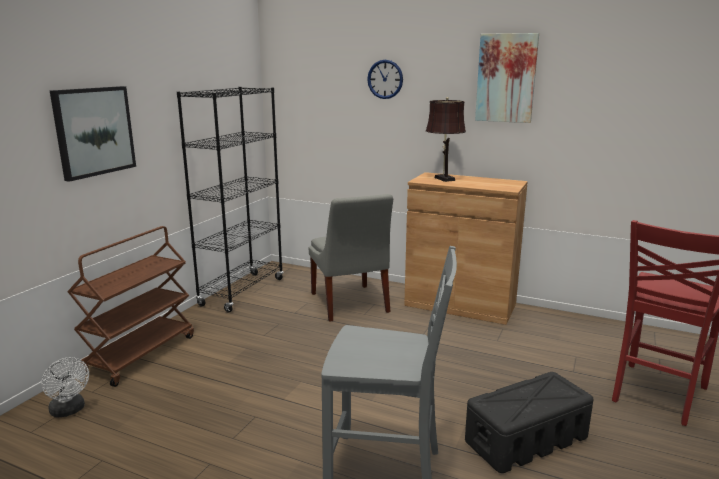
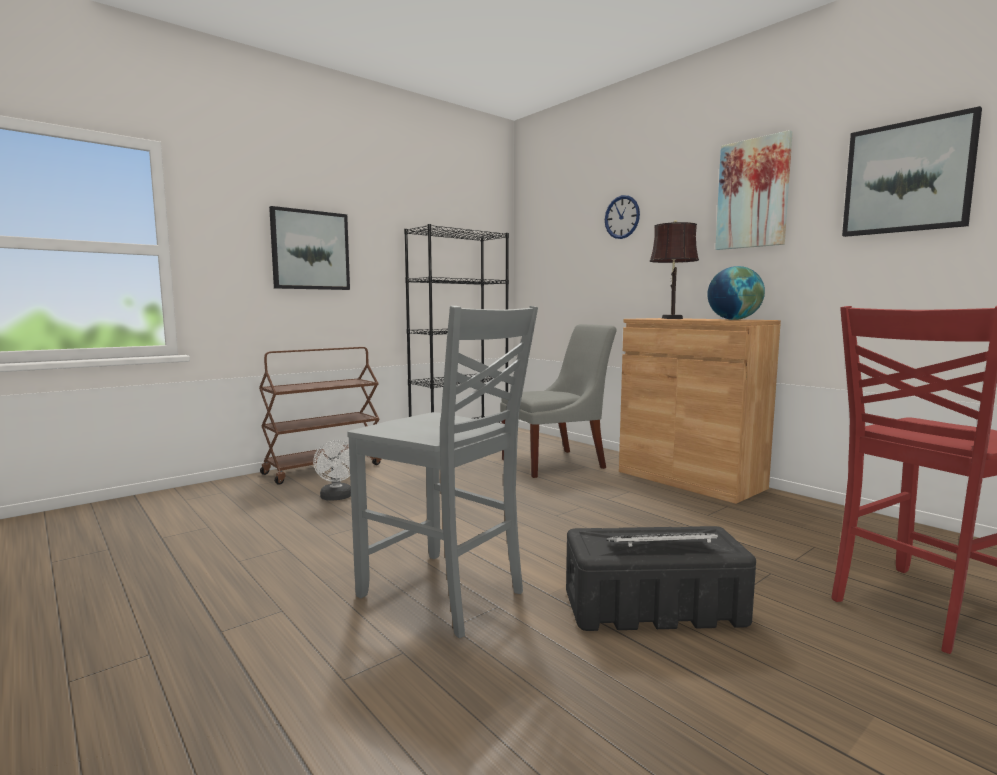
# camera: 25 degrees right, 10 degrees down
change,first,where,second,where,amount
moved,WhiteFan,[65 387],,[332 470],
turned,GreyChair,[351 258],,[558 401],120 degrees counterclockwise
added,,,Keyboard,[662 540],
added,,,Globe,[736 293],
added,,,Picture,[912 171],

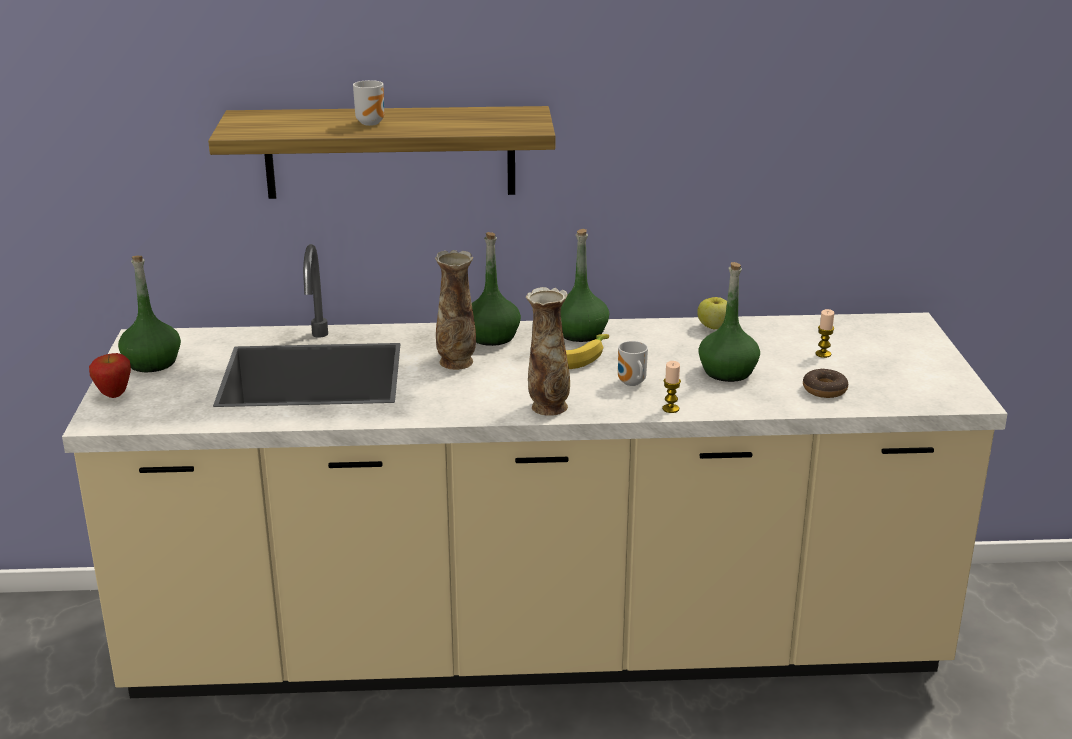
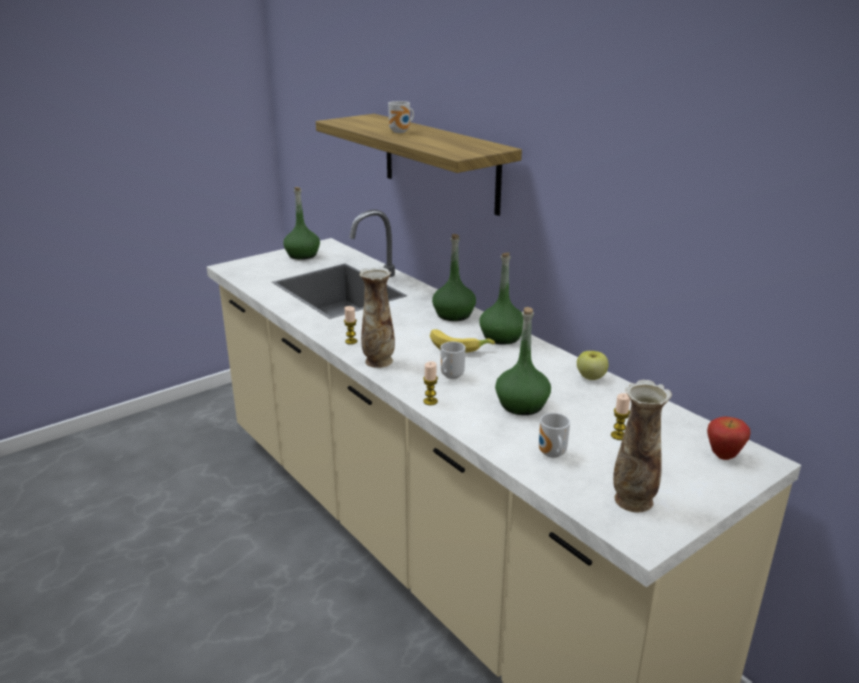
# camera: 55 degrees right, 0 degrees up
change,first,where,second,where,amount
added,,,Candle,[350 325],
replaced,Donut,[825 383],Mug,[554 435],
moved,Vase,[455 310],,[642 446],
moved,Apple,[110 375],,[729 438],

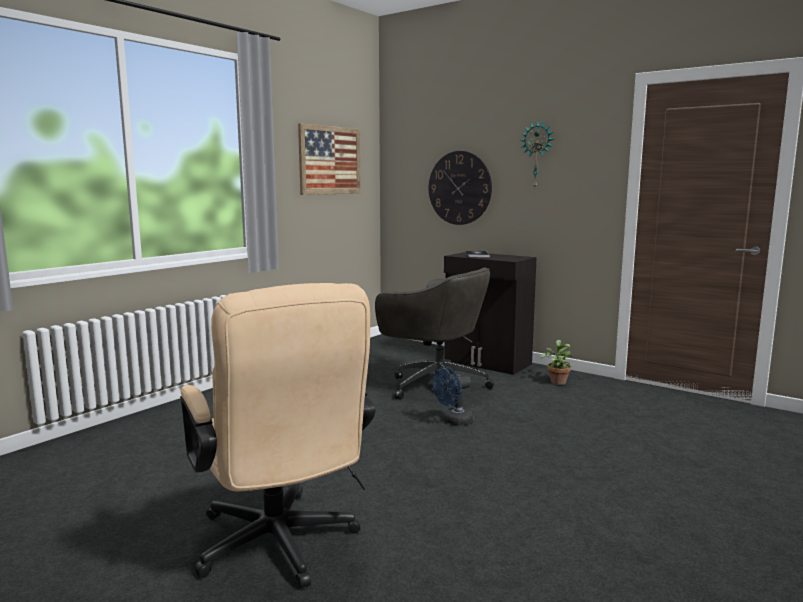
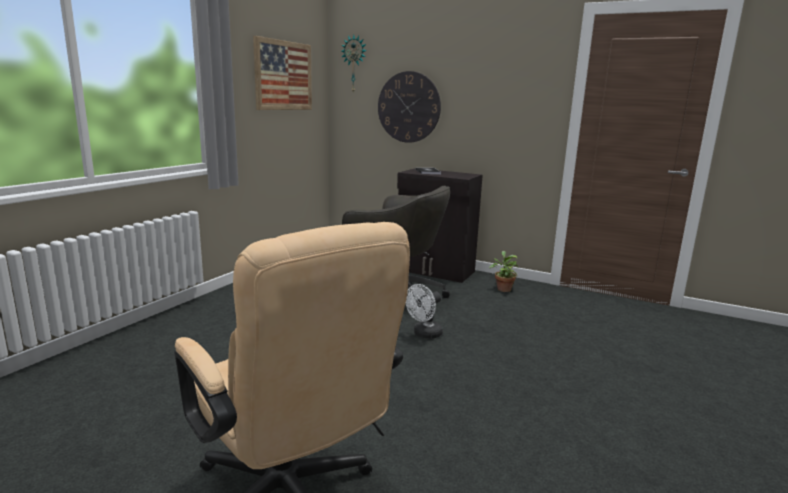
# camera: 10 degrees left, 5 degrees up
change,first,where,second,where,amount
moved,WallClock,[537 154],,[354 63],
recoloured,BlueFan,[453 396],WhiteFan,[424 311],

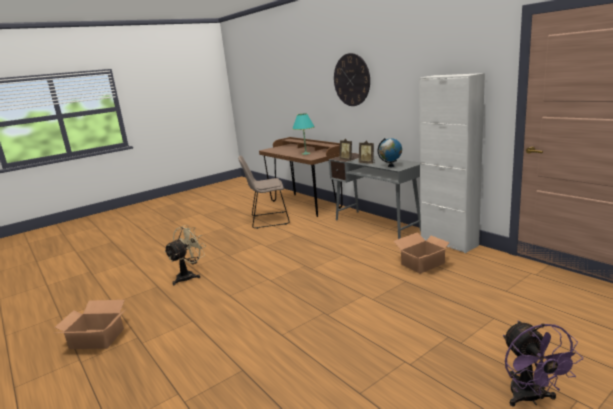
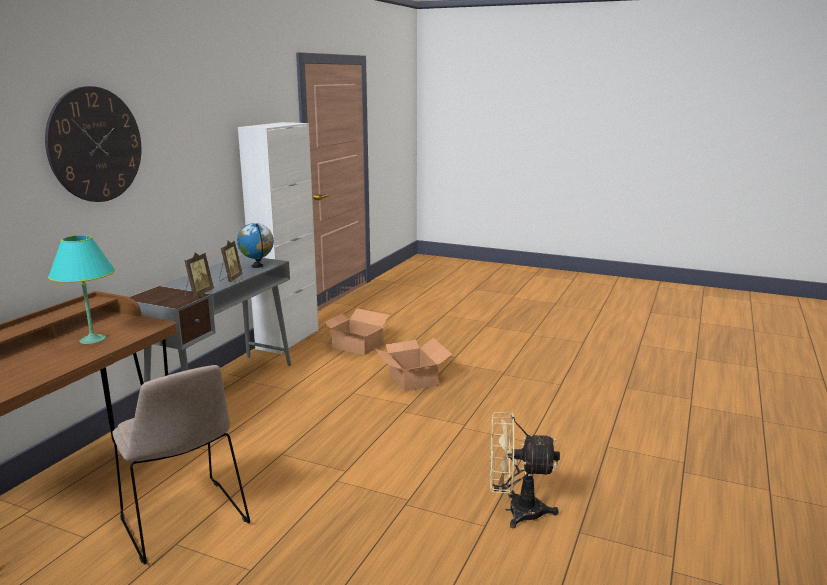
# camera: 120 degrees left, 0 degrees up
change,first,where,second,where,amount
moved,CardboardBox,[90 324],,[413 364],
removed,PurpleFan,[543 363],,,

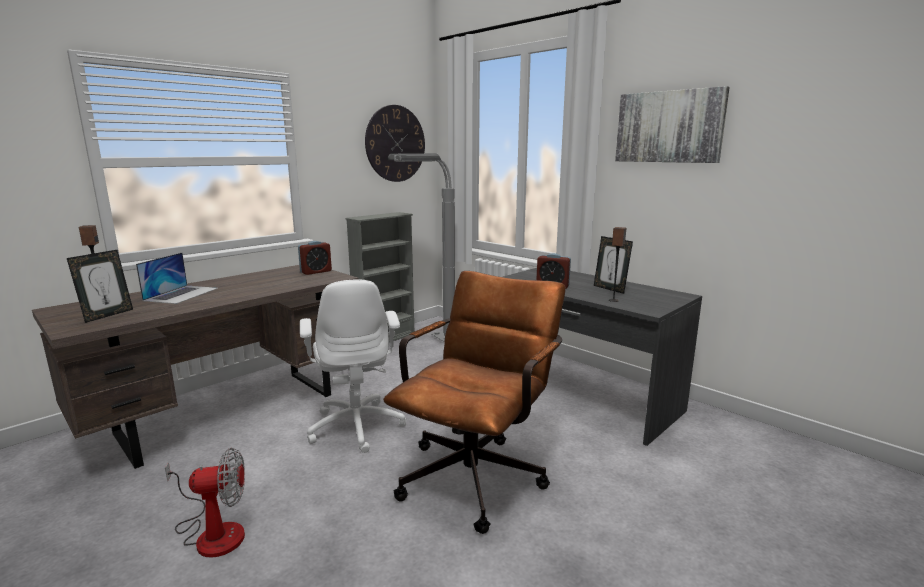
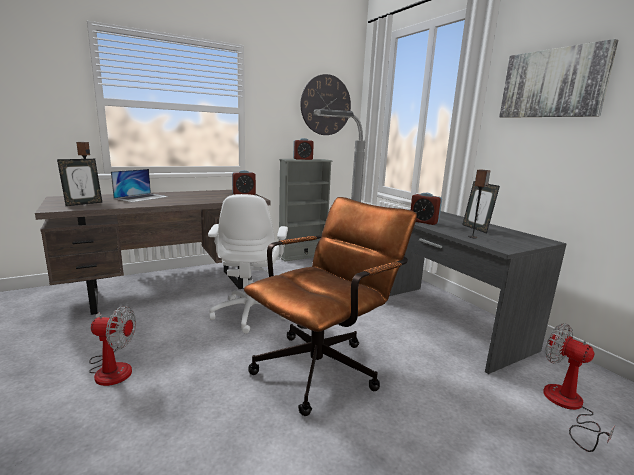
# camera: 15 degrees right, 0 degrees up
change,first,where,second,where,amount
added,,,AlarmClock,[303 149],
added,,,Fan,[579 388],

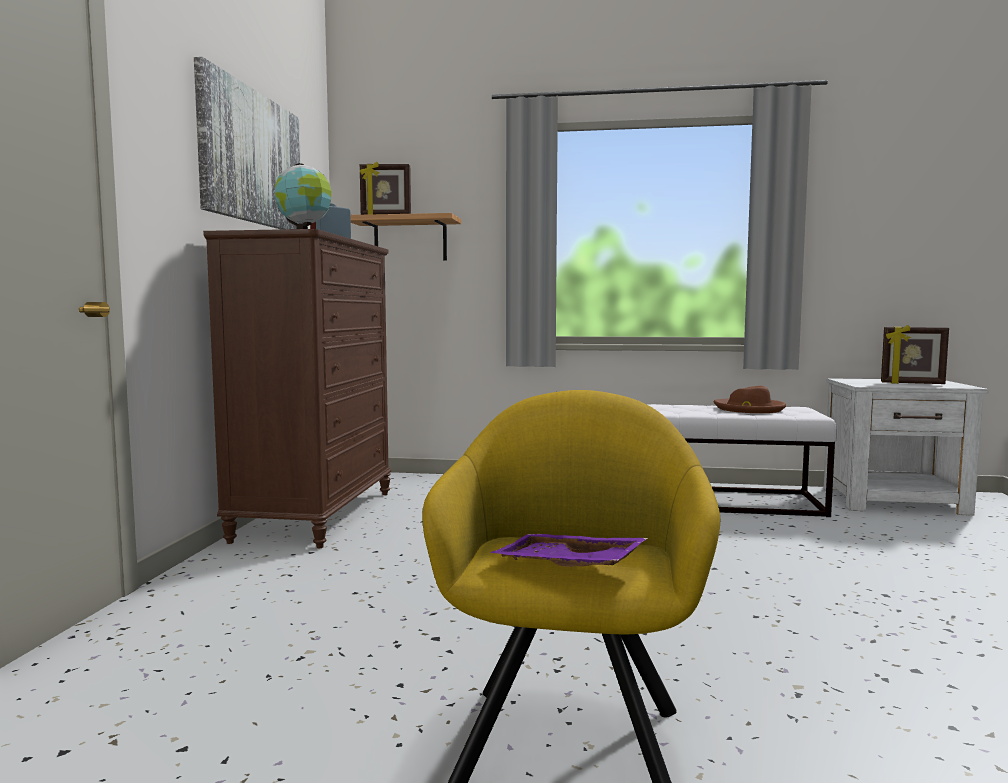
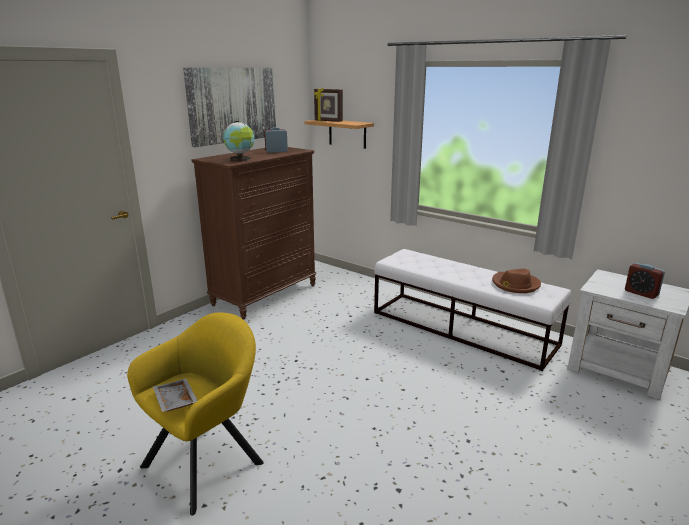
# camera: 30 degrees right, 15 degrees up
change,first,where,second,where,amount
recoloured,PurpleTray,[569 550],GreyTray,[175 395],
replaced,PictureFrame,[915 354],AlarmClock,[645 281],

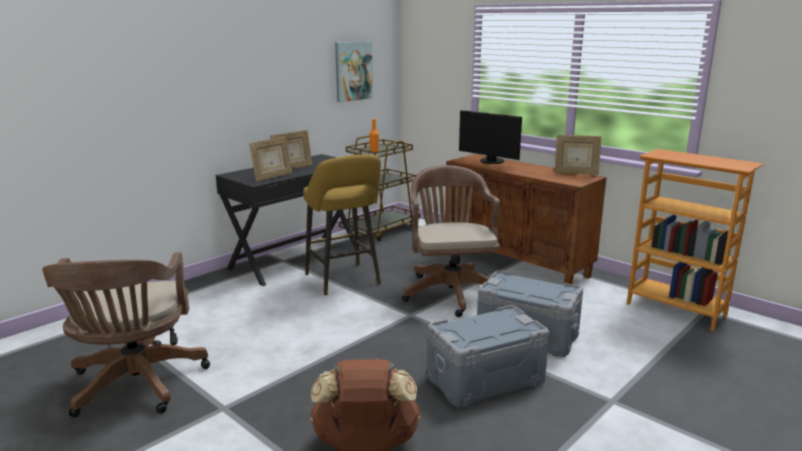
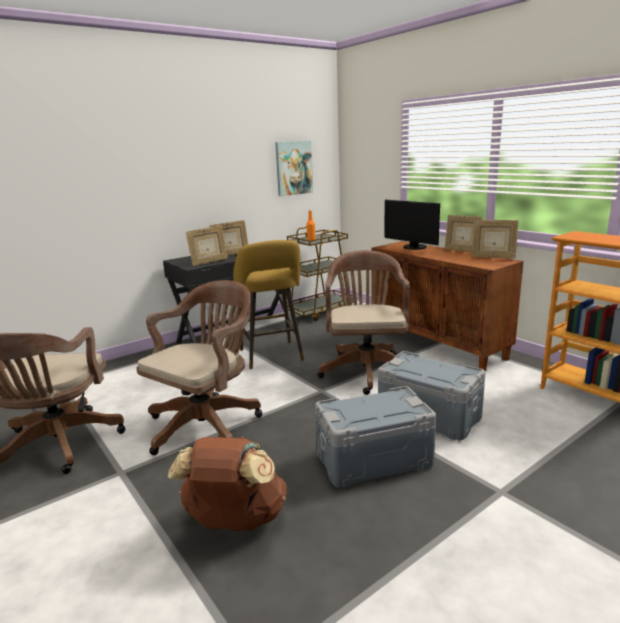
# camera: 10 degrees right, 0 degrees up
change,first,where,second,where,amount
added,,,BrownOfficeChair,[199 367],
added,,,PictureFrame,[463 234],

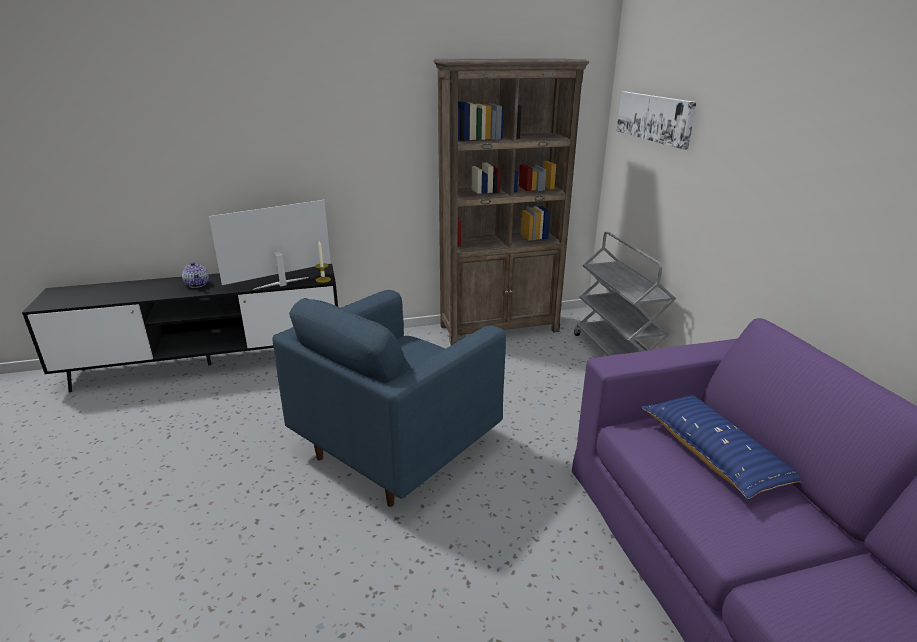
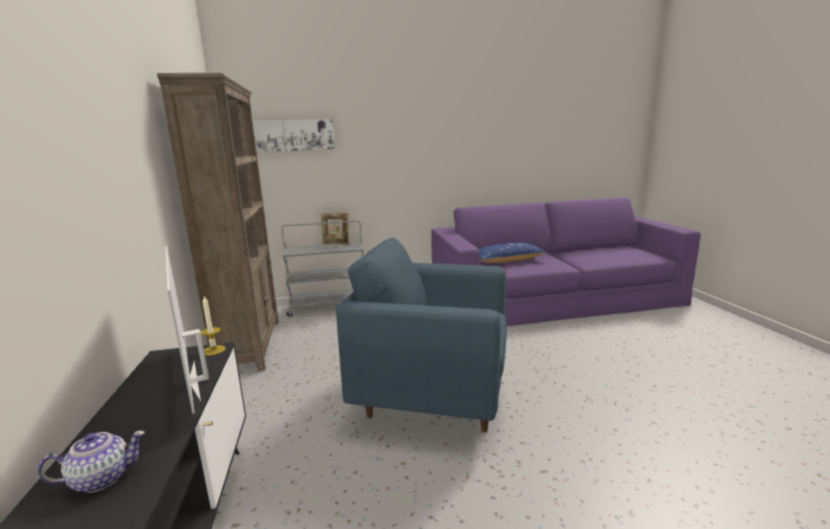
# camera: 85 degrees left, 10 degrees down
change,first,where,second,where,amount
added,,,PictureFrame,[335 229],
turned,BlueArmchair,[389 398],,[421 334],150 degrees clockwise

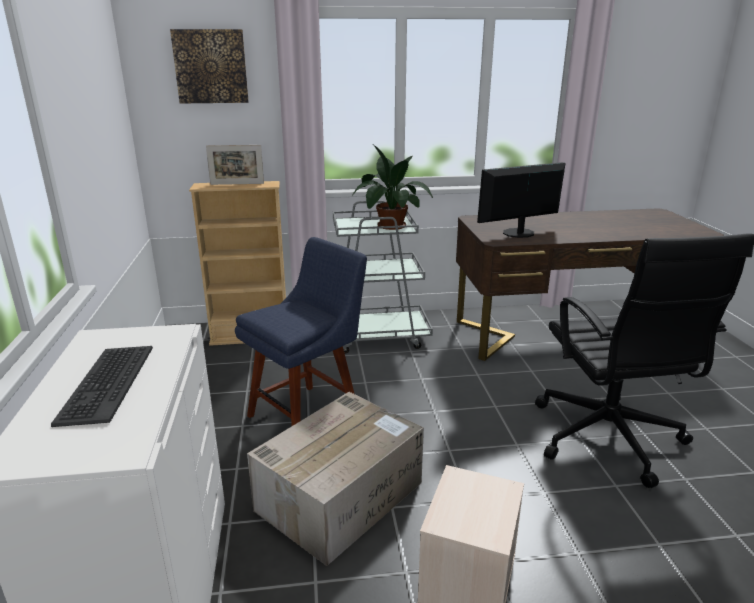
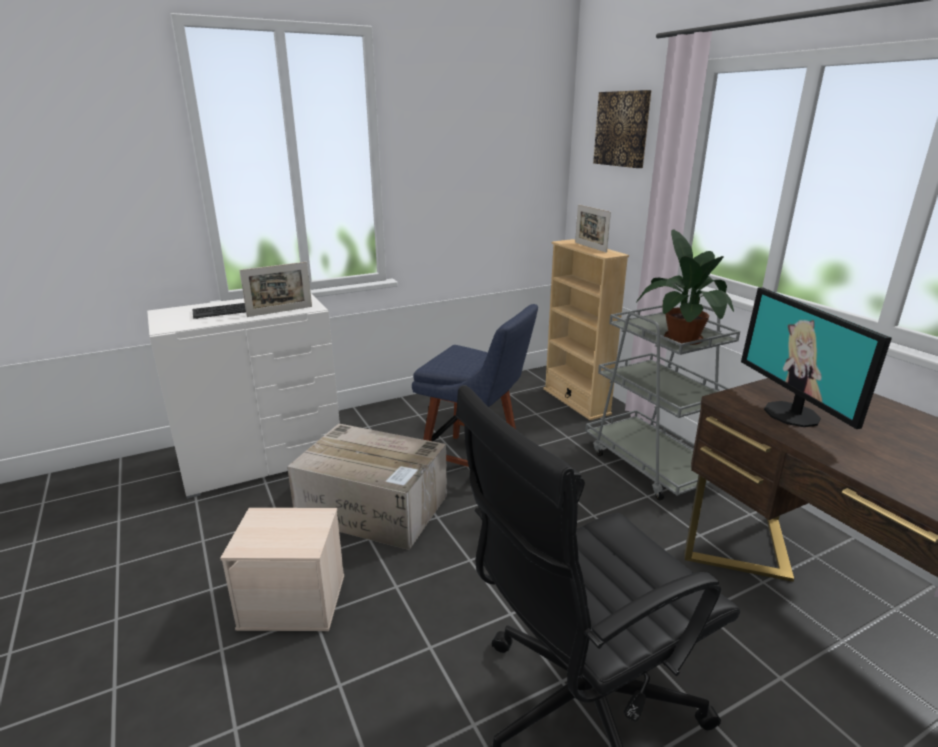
# camera: 70 degrees right, 0 degrees up
change,first,where,second,where,amount
added,,,PictureFrame,[275 289],
turned,Monitor,[521 200],,[816 358],150 degrees counterclockwise

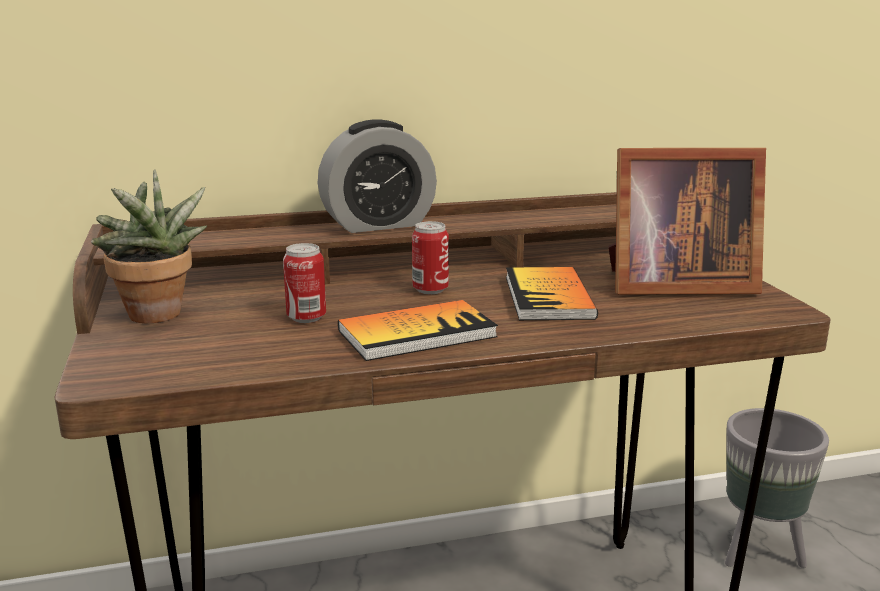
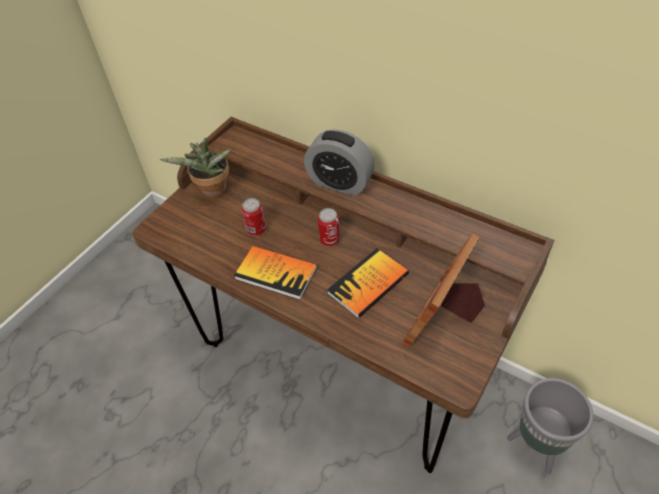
# camera: 50 degrees right, 30 degrees up
change,first,where,second,where,amount
turned,PictureFrame,[687 221],,[443 290],75 degrees clockwise

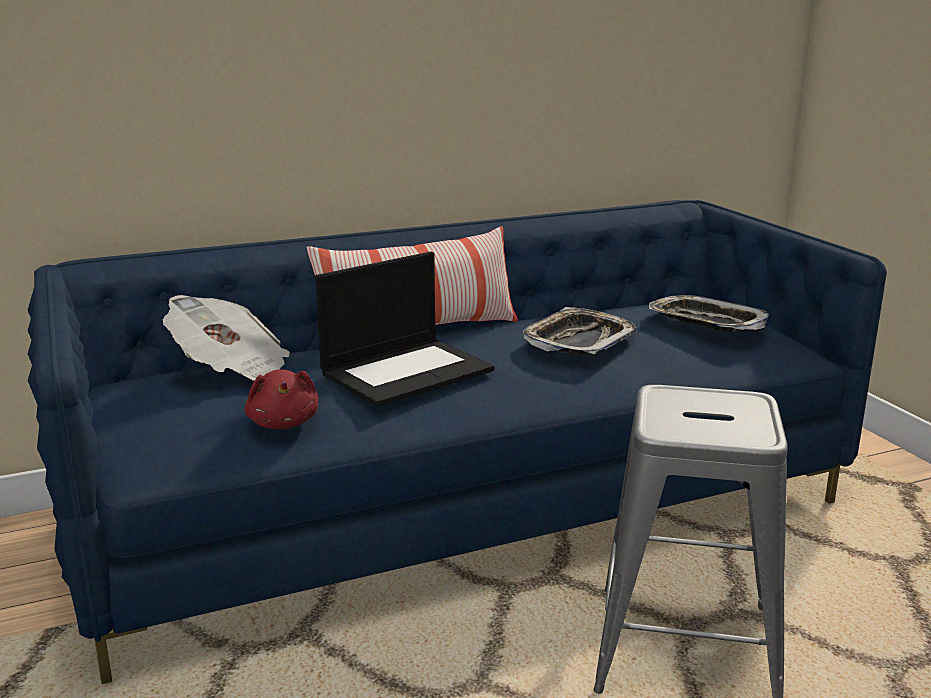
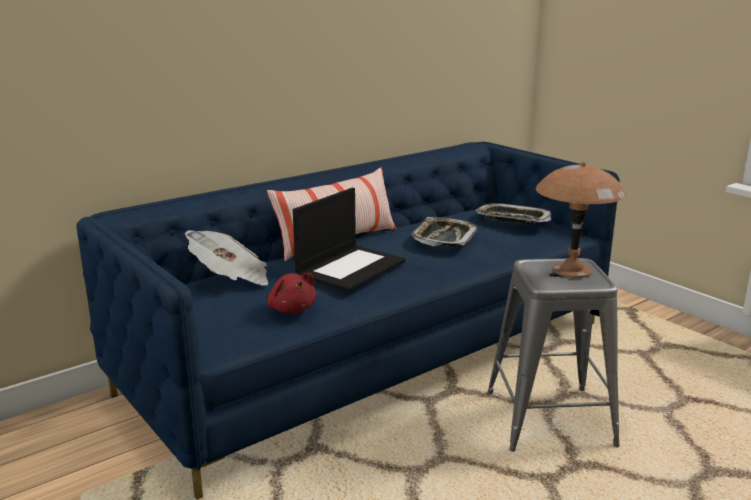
# camera: 15 degrees left, 0 degrees up
change,first,where,second,where,amount
added,,,BrownTableLamp,[581 220],

